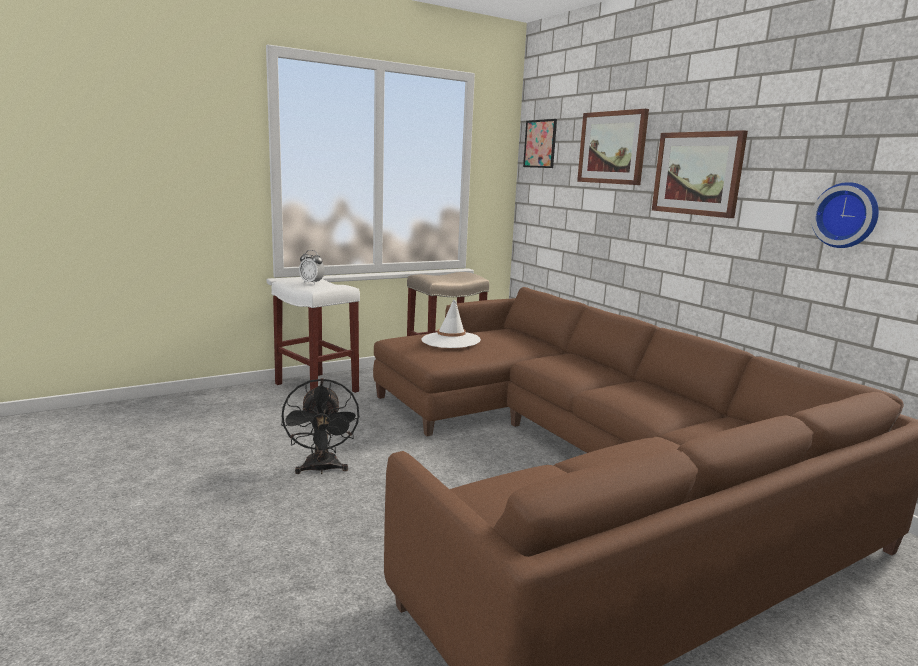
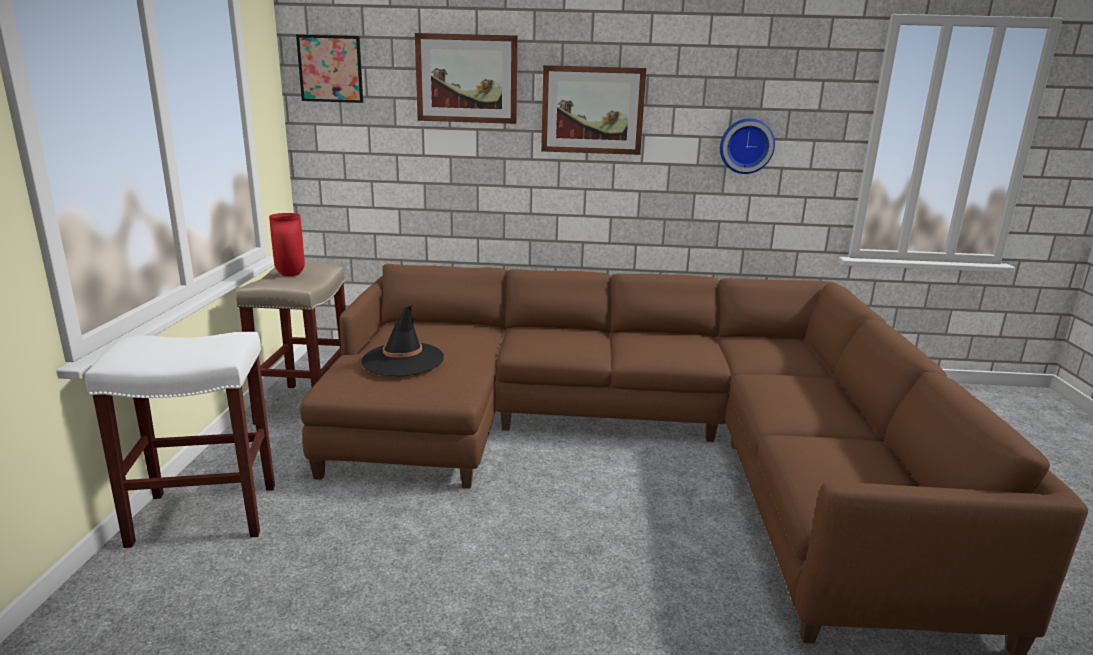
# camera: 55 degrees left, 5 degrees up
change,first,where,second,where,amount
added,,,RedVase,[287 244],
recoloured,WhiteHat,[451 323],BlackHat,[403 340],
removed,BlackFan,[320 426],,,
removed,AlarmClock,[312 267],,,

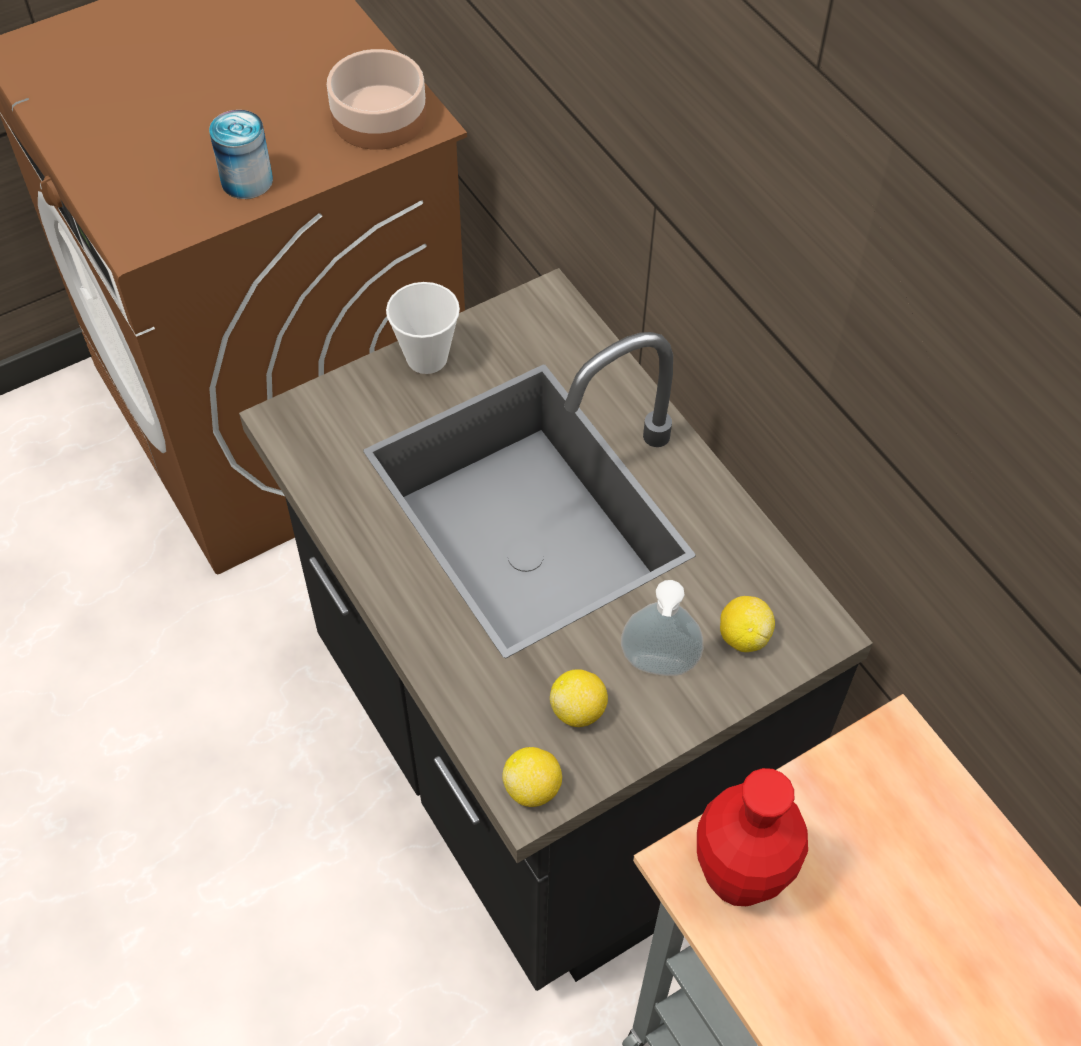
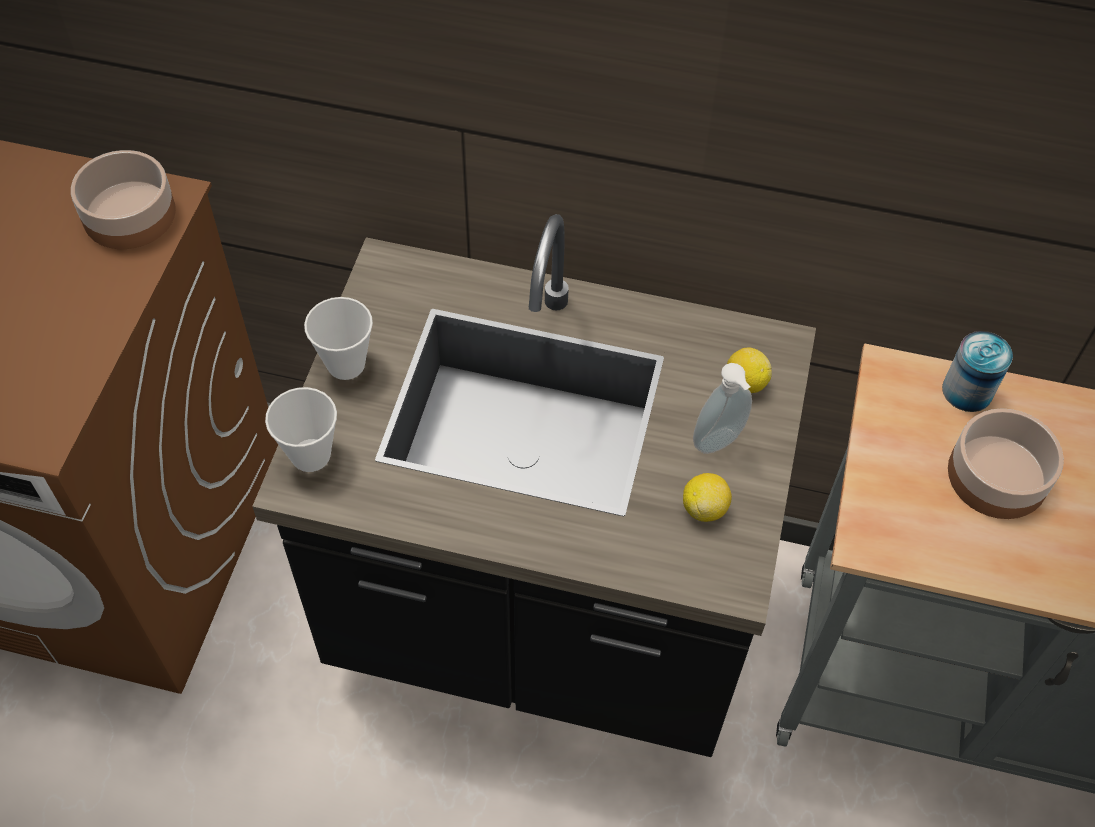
# camera: 45 degrees left, 0 degrees up
change,first,where,second,where,amount
added,,,Cup,[301 429],
moved,Can,[241 154],,[977 371],
added,,,Bowl,[1006 463],
removed,Lemon,[532 777],,,
removed,RedVase,[752 837],,,

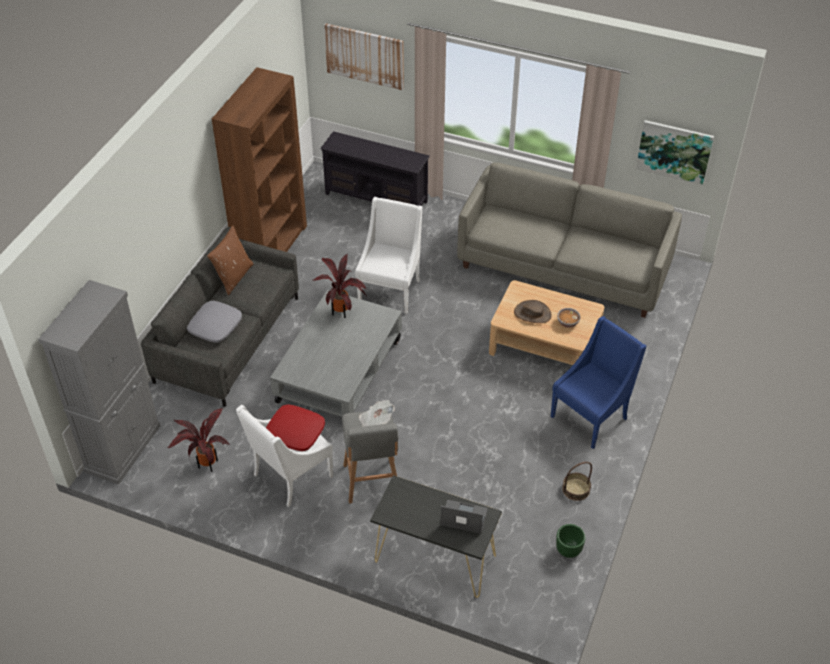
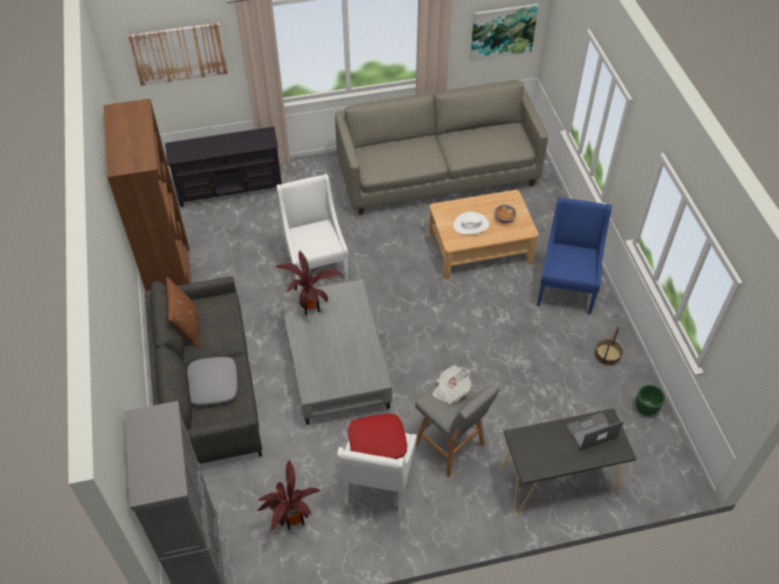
# camera: 35 degrees left, 5 degrees up
change,first,where,second,where,amount
recoloured,BrownHat,[533 311],WhiteHat,[471 223],

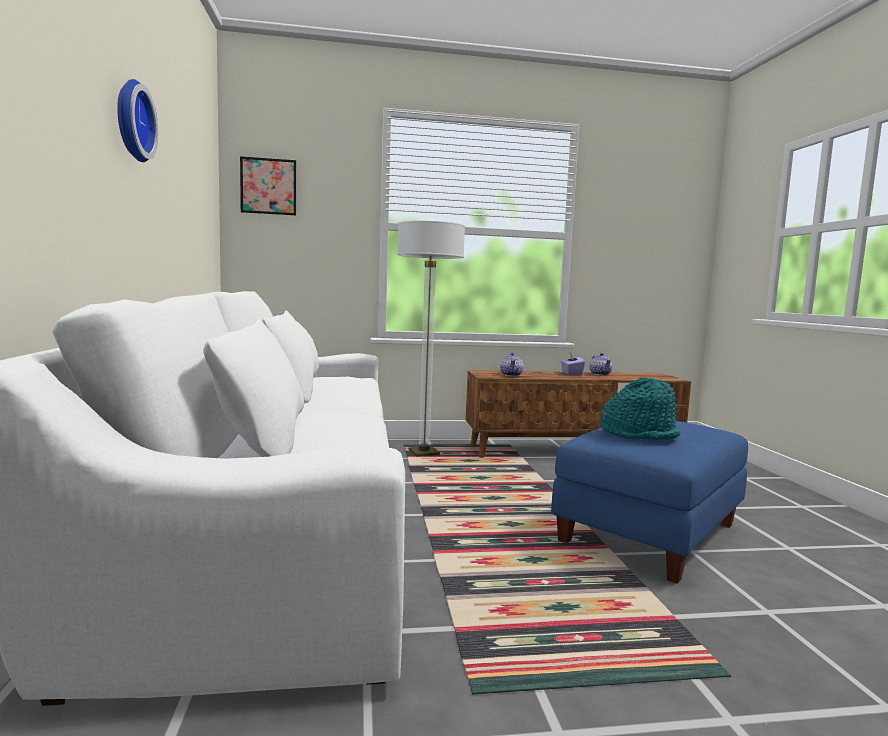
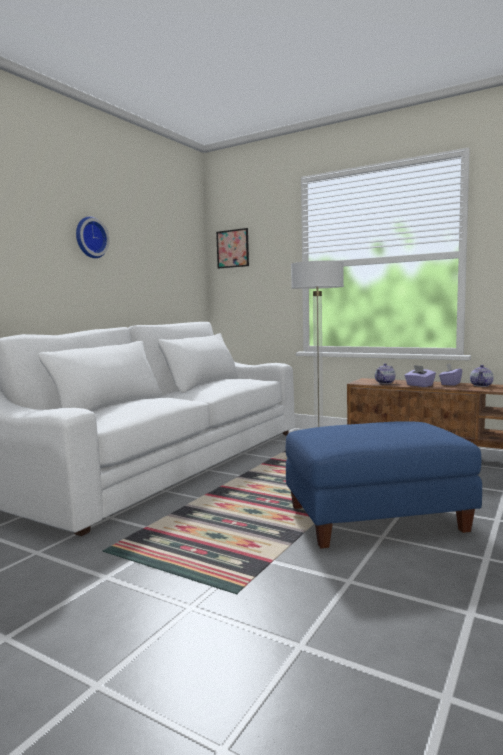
# camera: 40 degrees right, 0 degrees up
change,first,where,second,where,amount
added,,,PurpleTissueBox,[420 376],
removed,TurquoiseHat,[640 409],,,

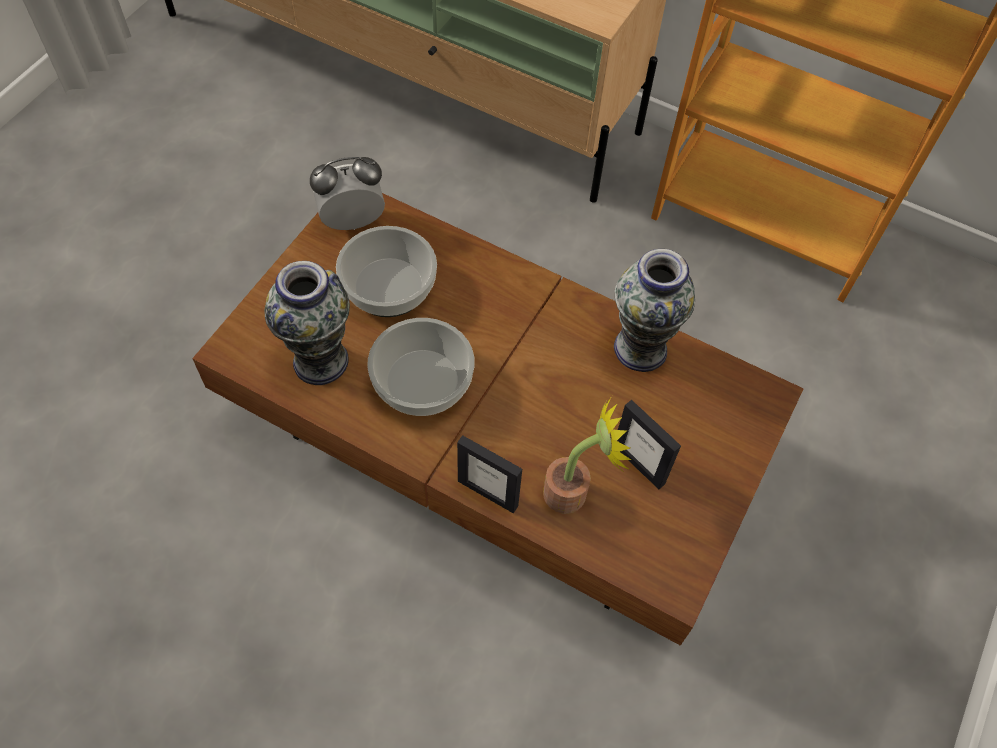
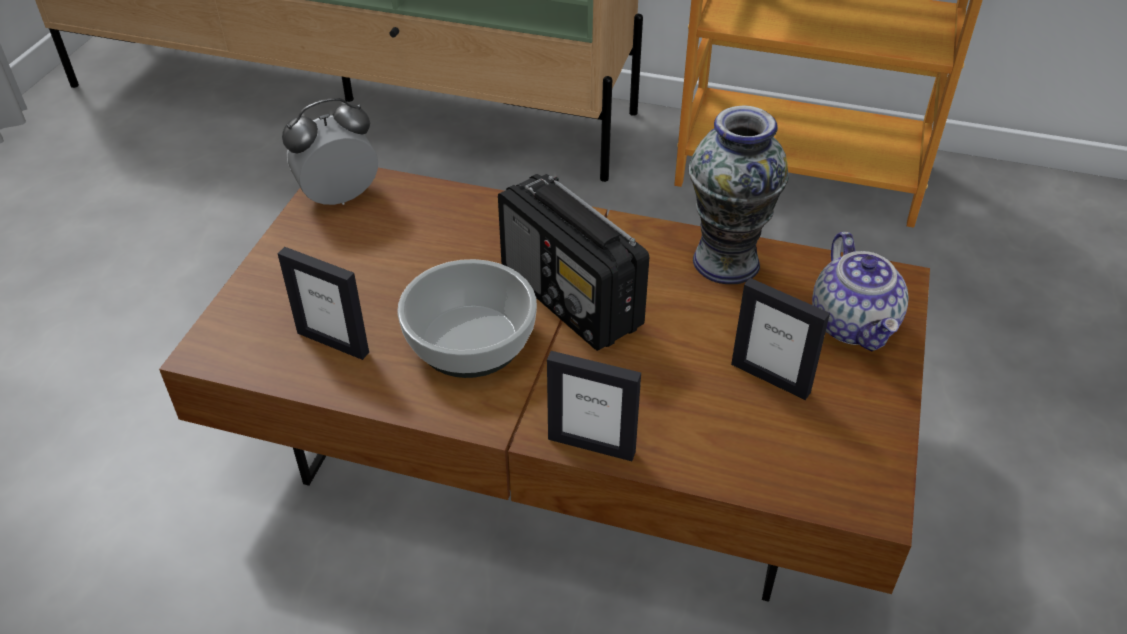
# camera: 10 degrees left, 15 degrees down
change,first,where,second,where,amount
replaced,Vase,[307 323],PictureFrame,[323 303],
added,,,Radio,[573 262],
added,,,Teapot,[860 292],
removed,Bowl,[386 271],,,
removed,PottedPlant,[587 455],,,

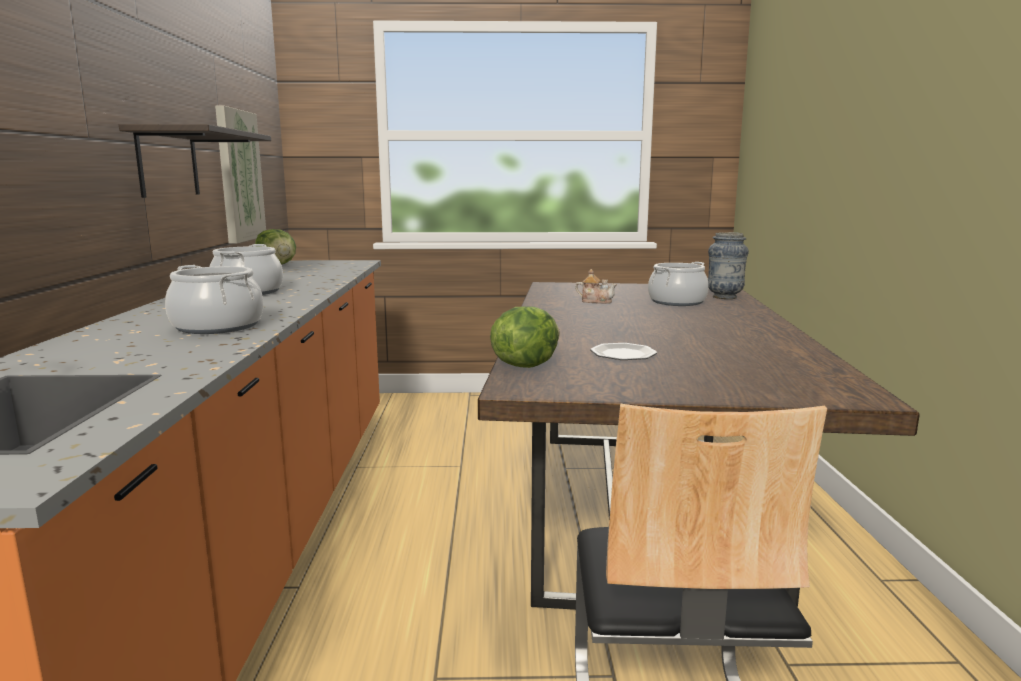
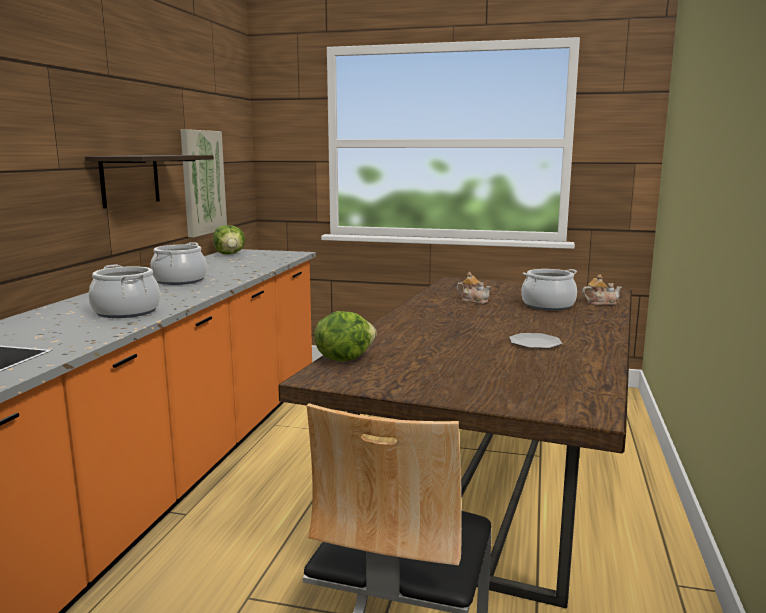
# camera: 15 degrees right, 0 degrees up
change,first,where,second,where,amount
moved,Plate,[623 351],,[535 341],
replaced,Vase,[728 265],Teapot,[602 289],

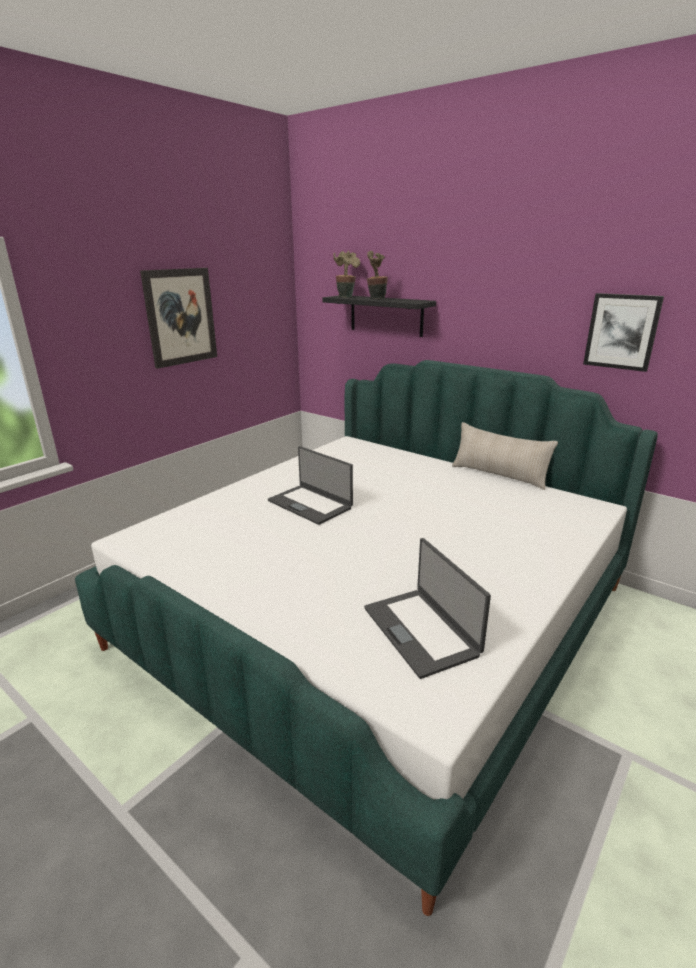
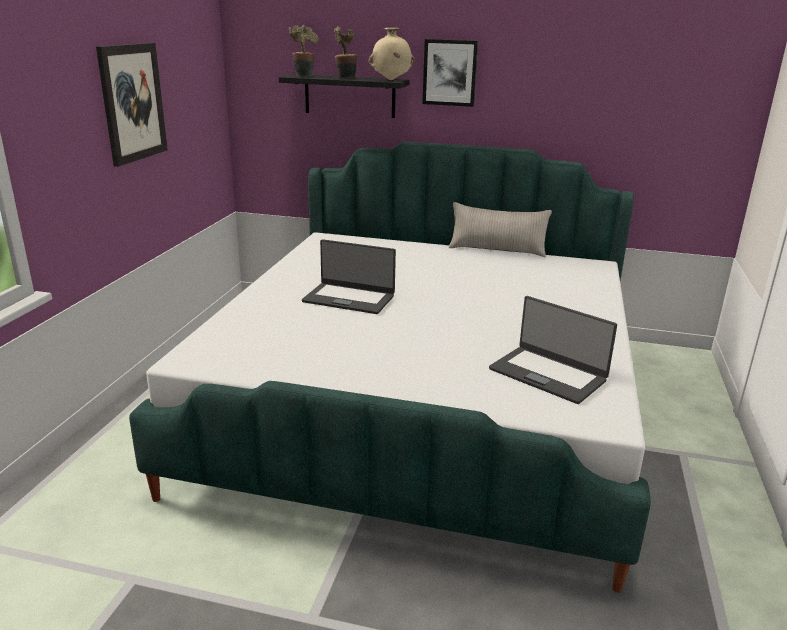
# camera: 25 degrees left, 0 degrees up
change,first,where,second,where,amount
added,,,BeigeVase,[391 54],
moved,Picture,[623 332],,[450 73],

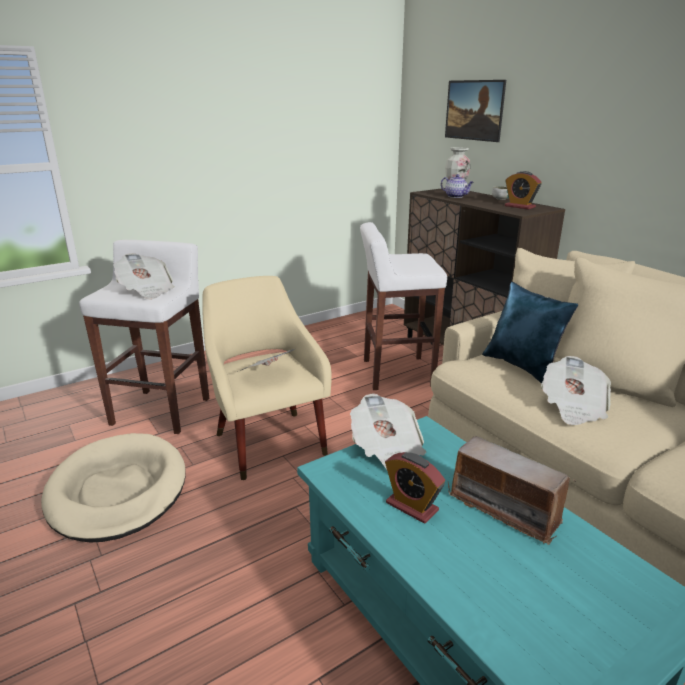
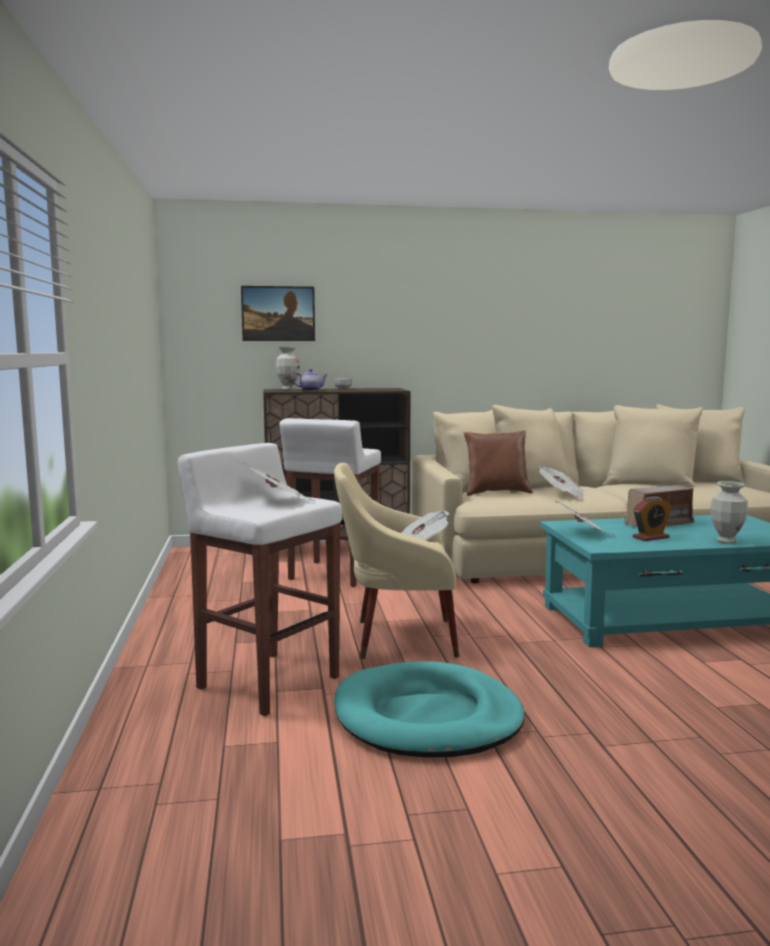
# camera: 65 degrees left, 15 degrees down
change,first,where,second,where,amount
recoloured,BeigeDogBed,[113 488],TurquoiseDogBed,[429 709],
recoloured,BluePillow,[530 333],BrownPillow,[498 463],
added,,,Vase,[729 512],
removed,AlarmClock,[523 190],,,

